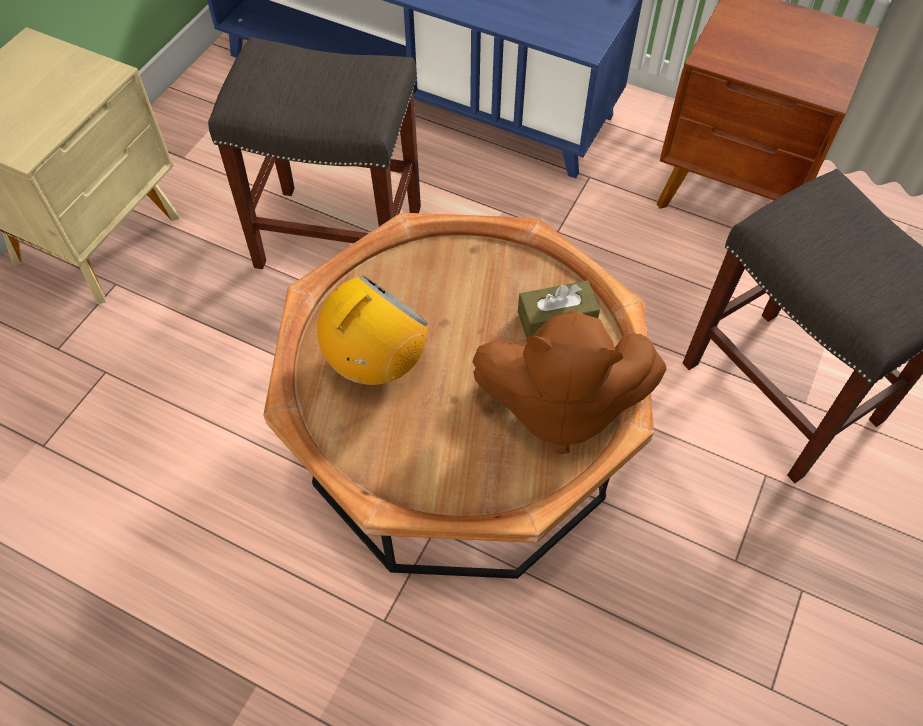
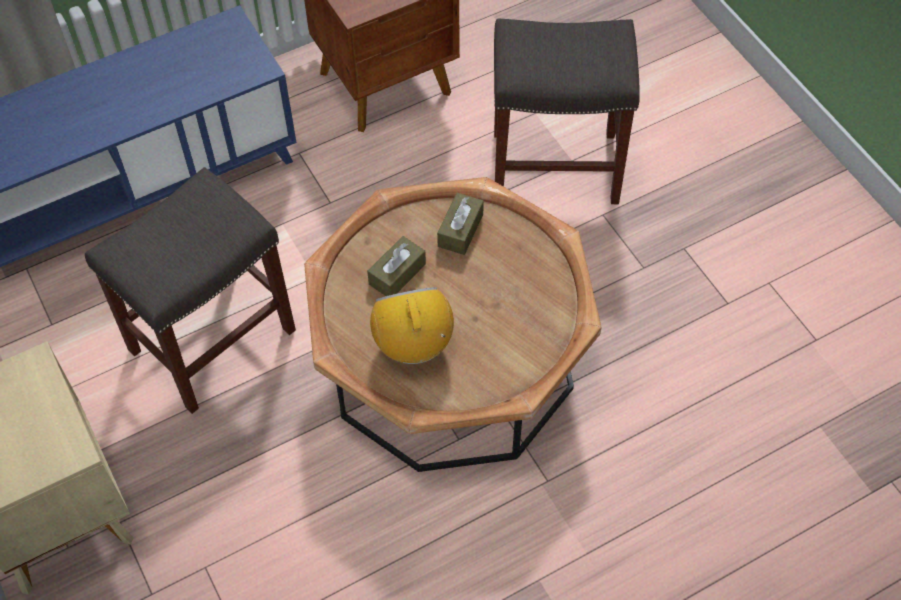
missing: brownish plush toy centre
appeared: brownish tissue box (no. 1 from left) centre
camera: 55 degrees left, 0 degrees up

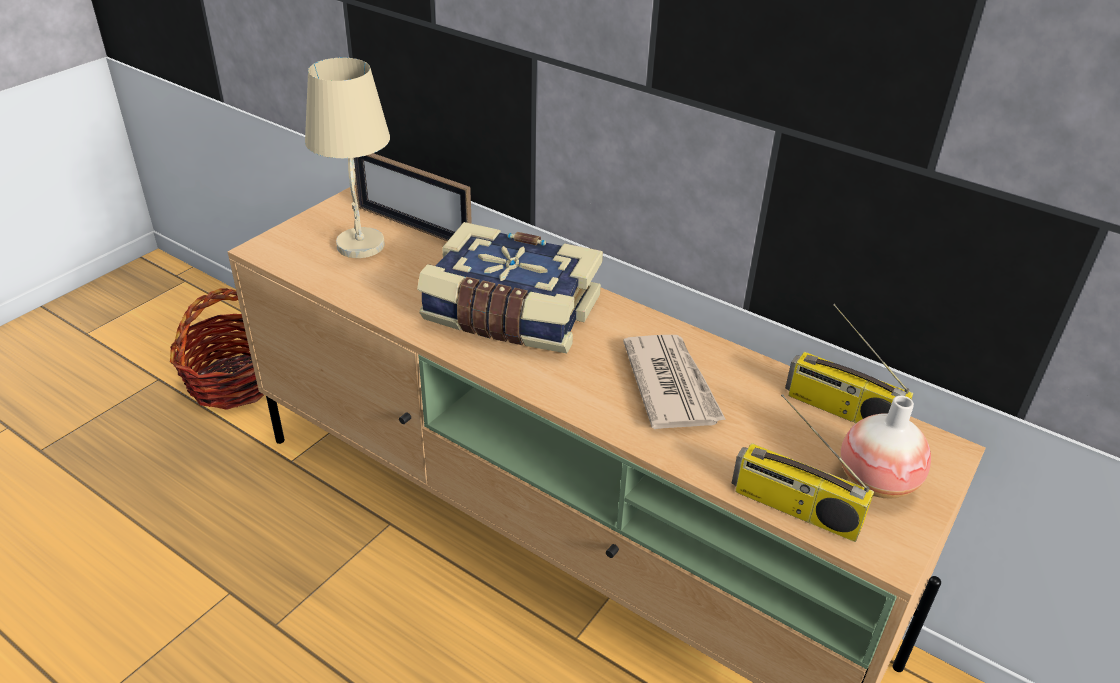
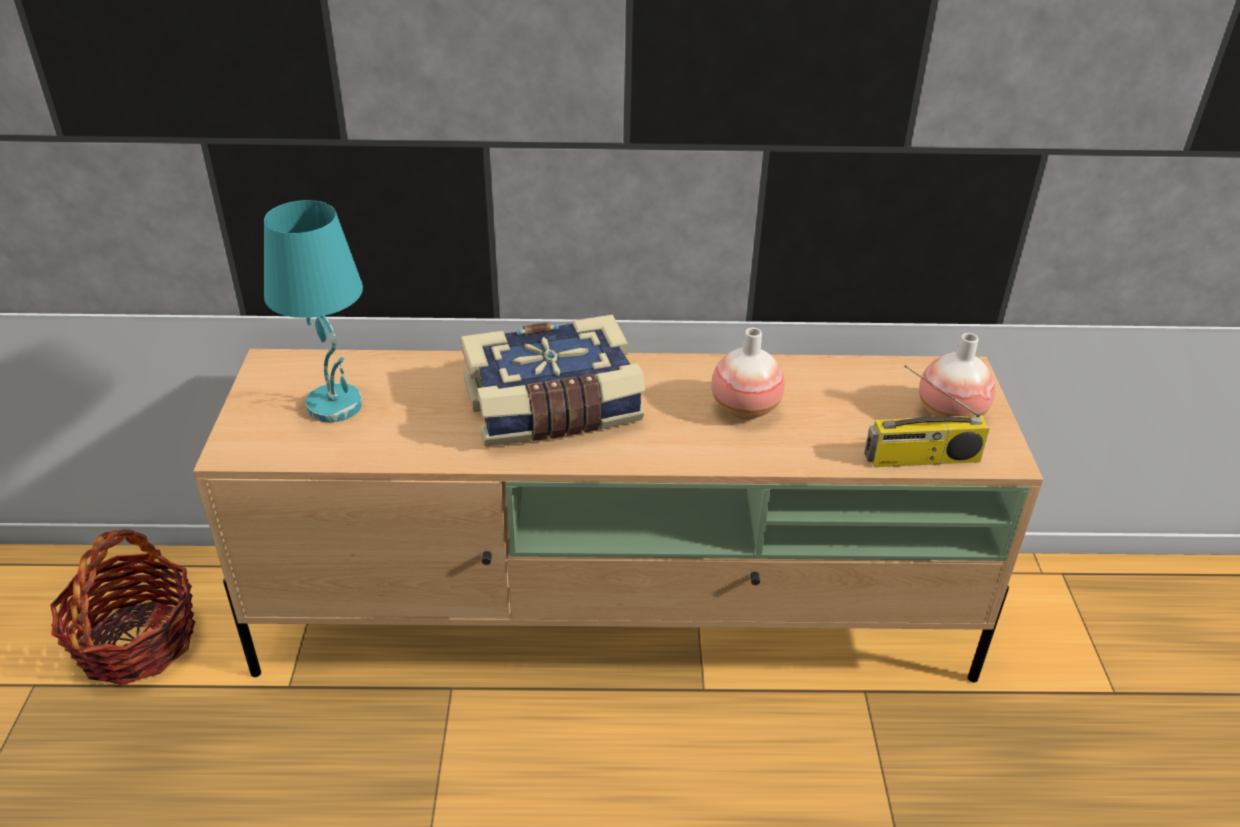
missing: picture frame top centre; radio set (no. 2 from left) middle right
exchanged: newspaper centre to flower vase (no. 1 from left) centre
colour: beige-coloured lamp for a table top left to blue-green lamp for a table middle left
camera: 35 degrees left, 0 degrees up

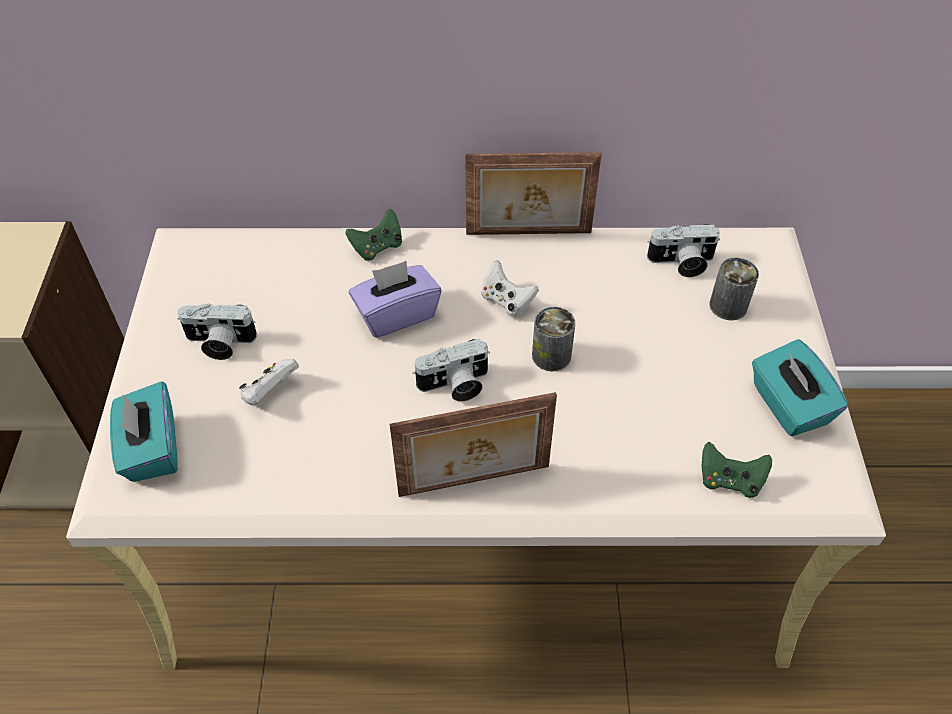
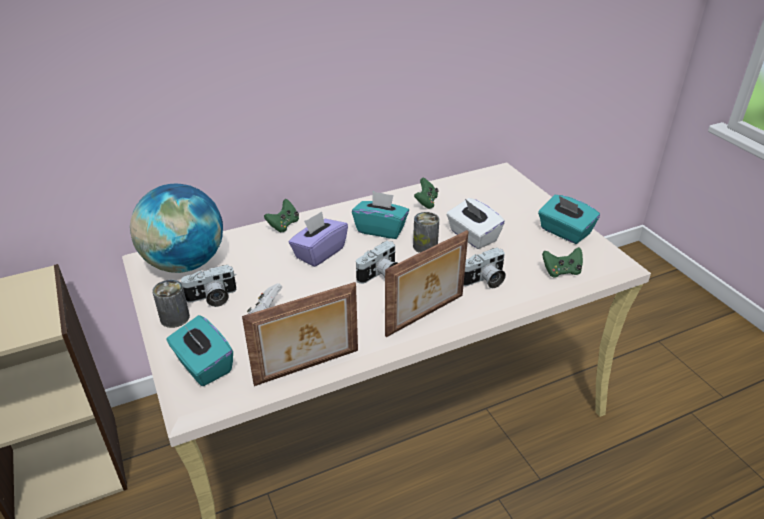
appeared: world globe middle left; greenish game controller (no. 2 from left) centre; whitish tissue box centre
relocated: picture frame (no. 2 from left in the first image) top centre to picture frame (no. 1 from left) centre; photo camera (no. 3 from left) middle right to centre; metal can (no. 2 from left in the first image) middle right to metal can (no. 1 from left) middle left
exchanged: whitish game controller (no. 2 from left) centre to blue-green tissue box (no. 2 from left) centre
camera: 25 degrees left, 15 degrees down

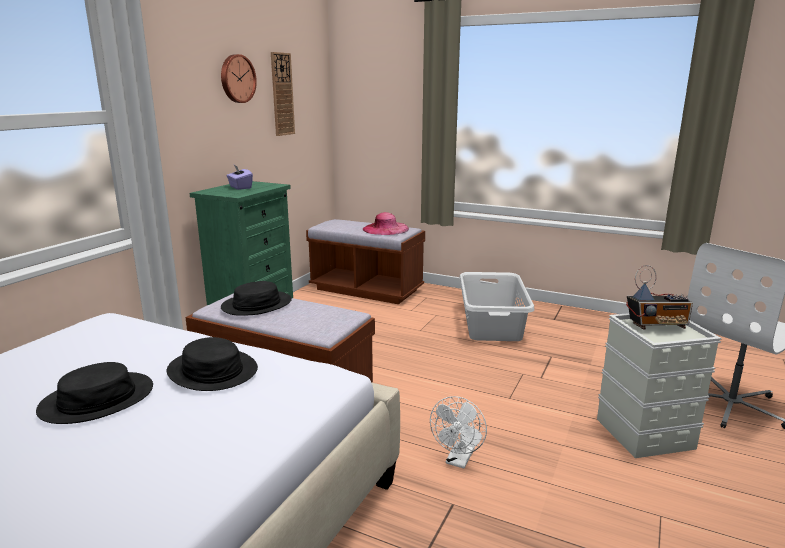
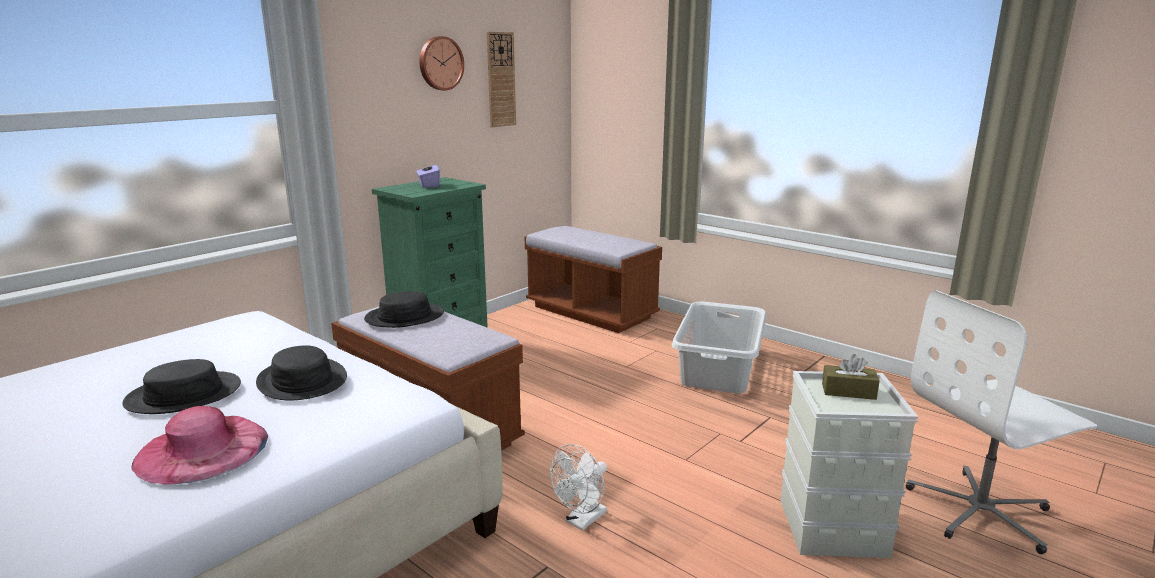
relocated: pink-coloured hat centre to bottom left
exchanged: radio set middle right to brownish tissue box middle right
camera: 15 degrees right, 0 degrees up

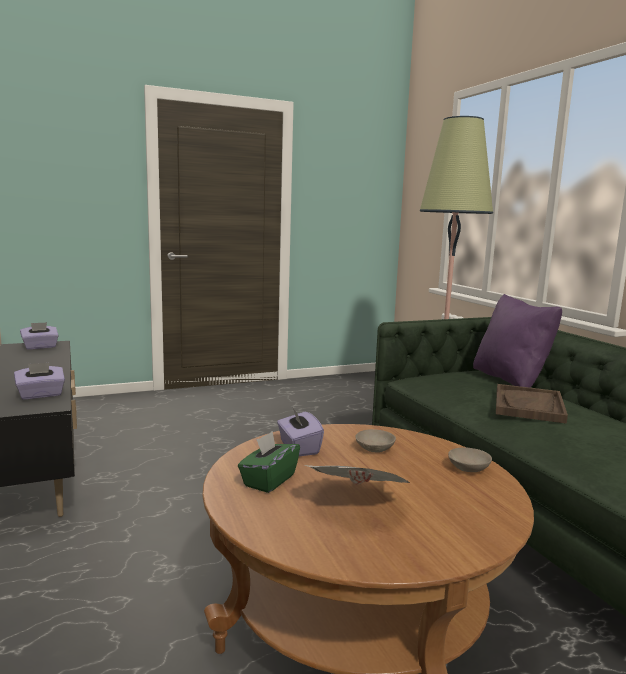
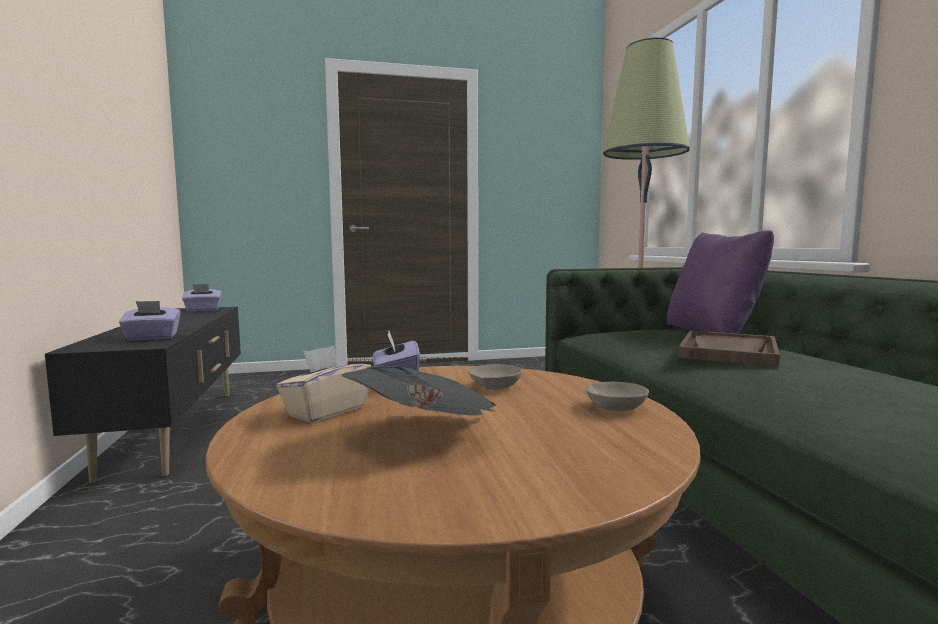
colour: greenish tissue box bottom centre to beige-coloured tissue box centre
camera: 10 degrees right, 5 degrees down

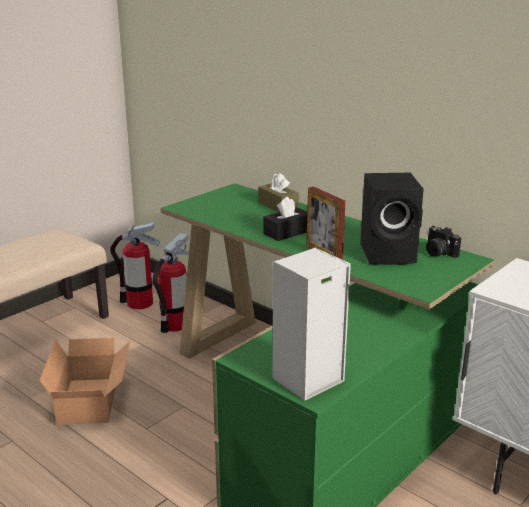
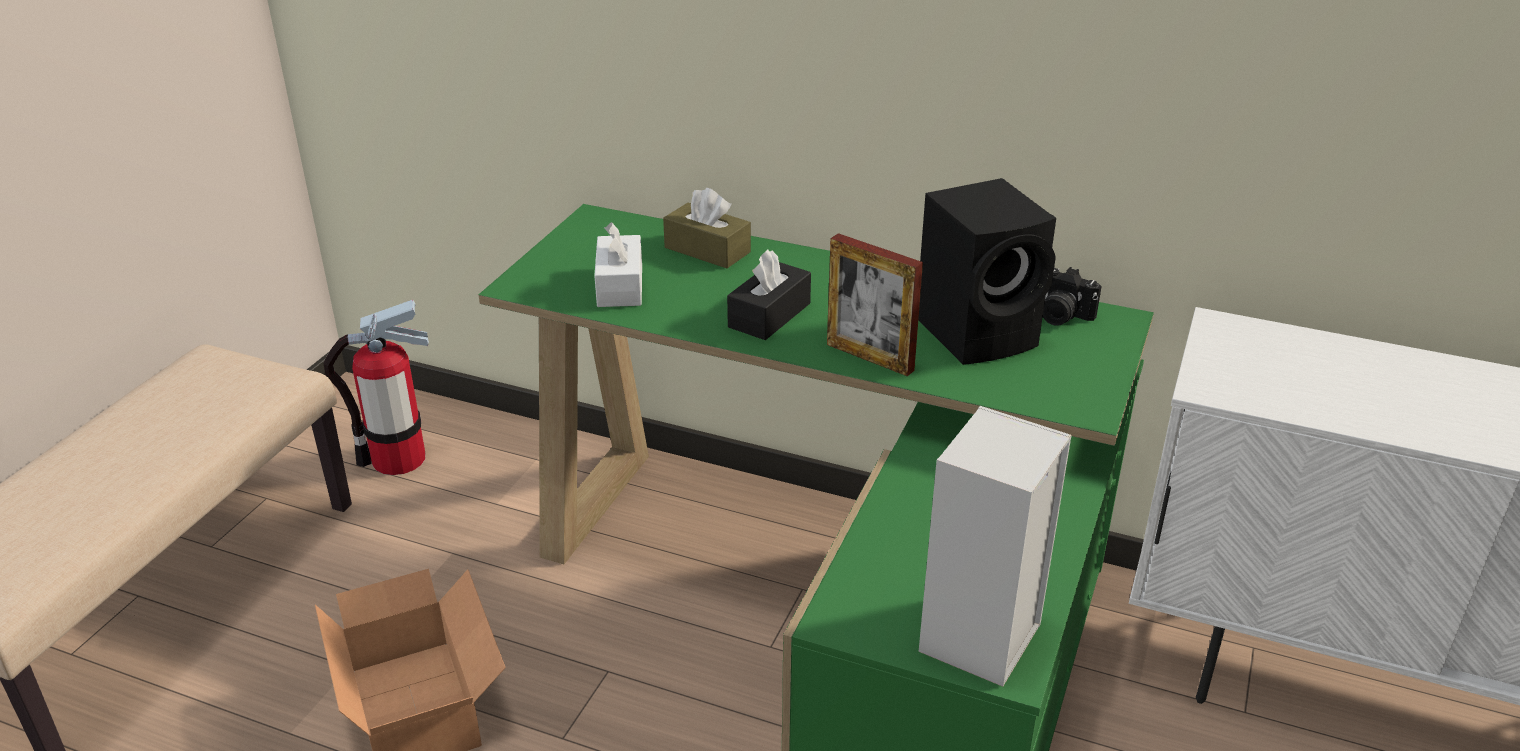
missing: extinguisher (no. 2 from left) middle left
appeared: whitish tissue box centre
camera: 20 degrees left, 10 degrees up

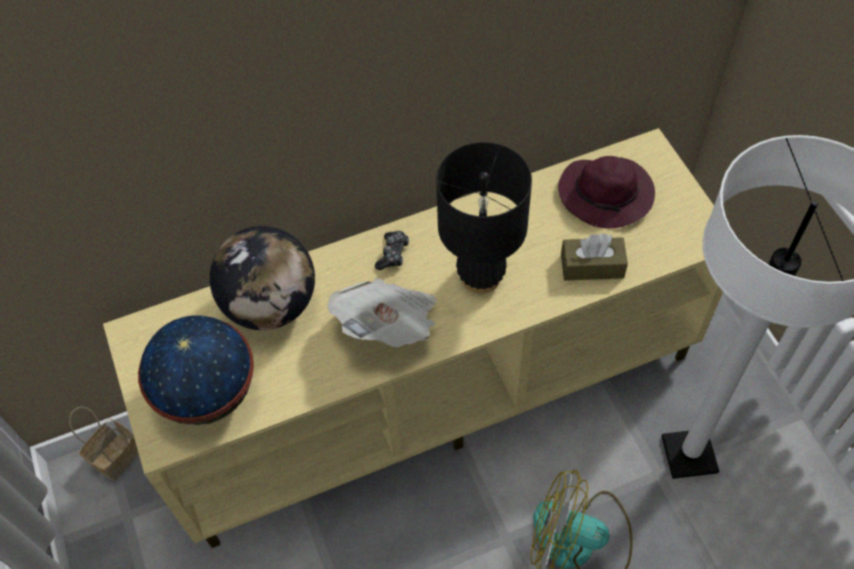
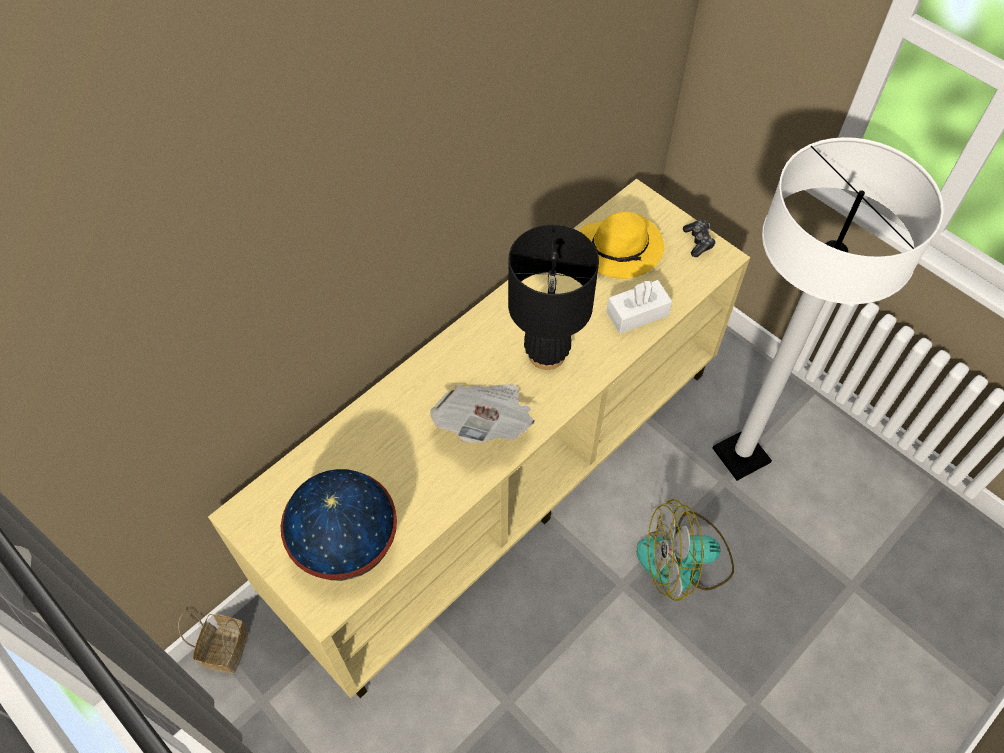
missing: world globe (no. 2 from left) middle left
relocated: game controller centre to top right
colour: purple hat middle right to yellow-coloured hat top centre; brownish tissue box middle right to whitish tissue box centre
camera: 25 degrees left, 0 degrees up

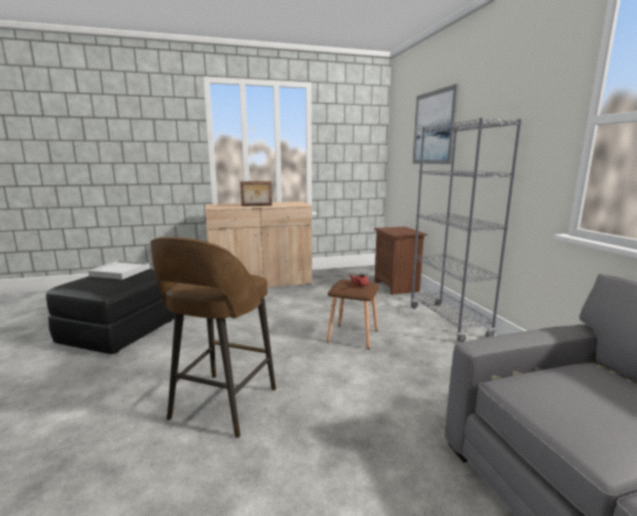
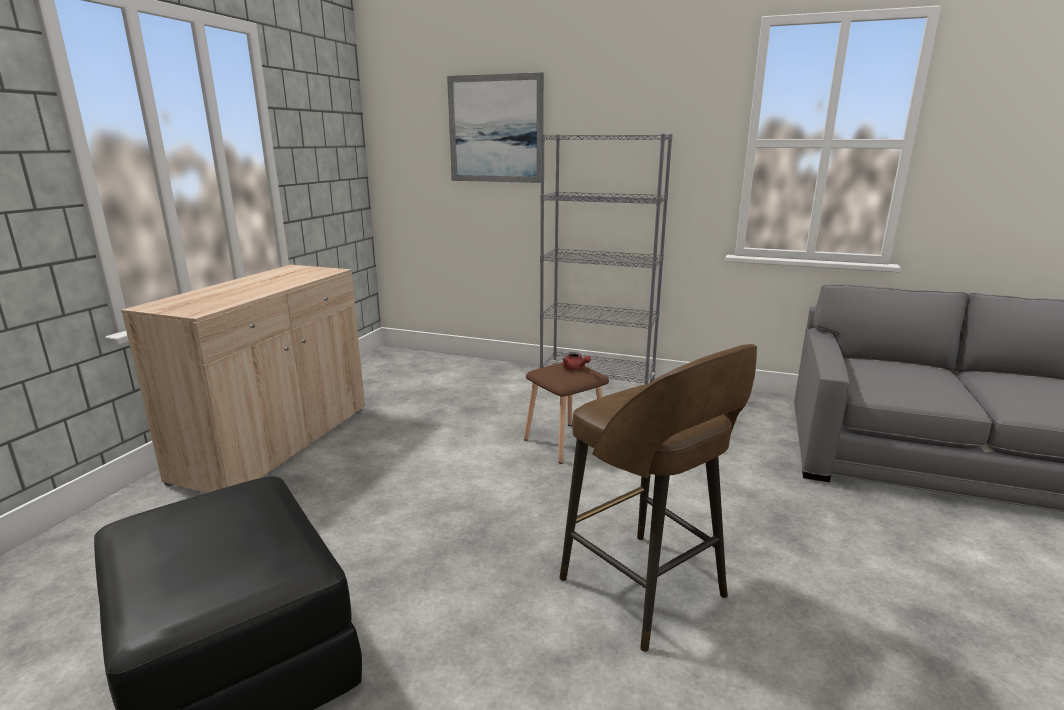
missing: whitish serving tray middle left; picture frame centre; brownish nightstand centre
camera: 55 degrees left, 5 degrees up

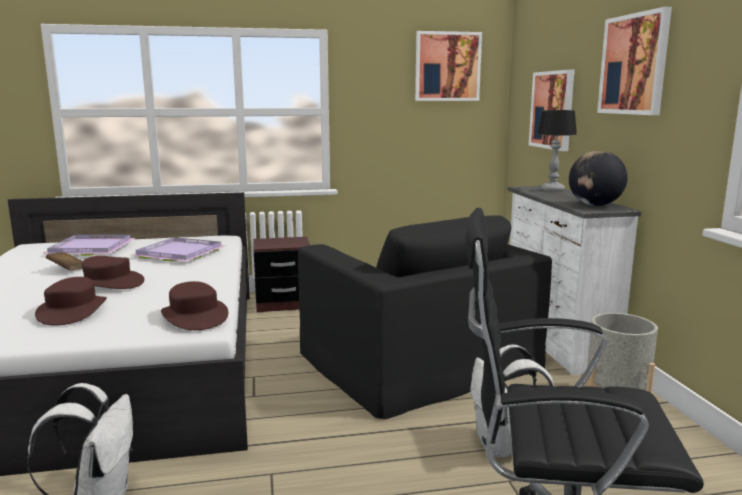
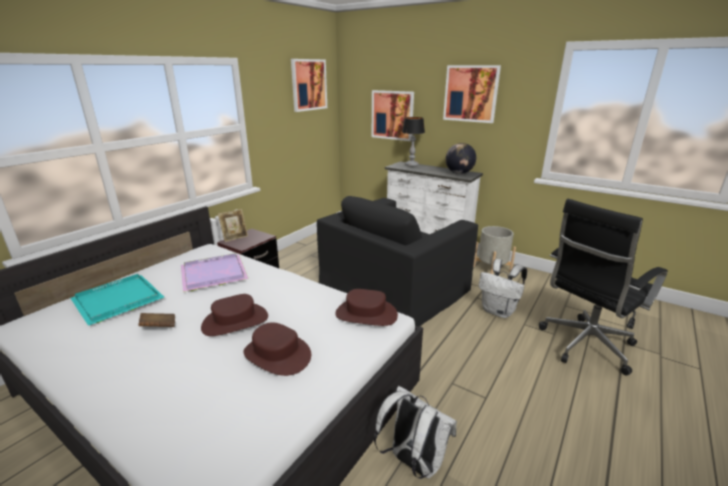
appeared: picture frame middle left
colour: purple serving tray (no. 1 from left) middle left to blue-green serving tray middle left
spun: blackish lounge chair centre = centre 120 degrees clockwise
camera: 45 degrees left, 10 degrees up

